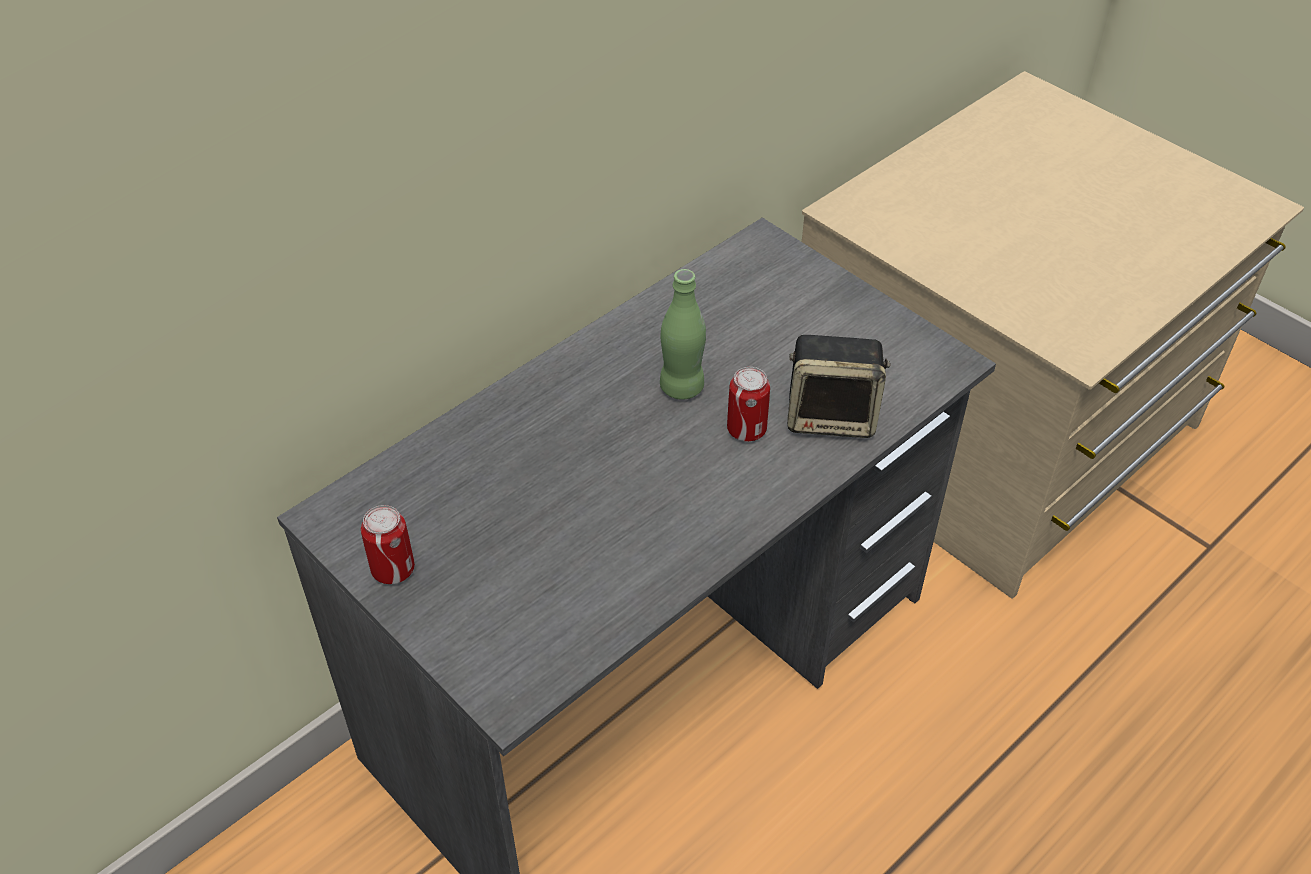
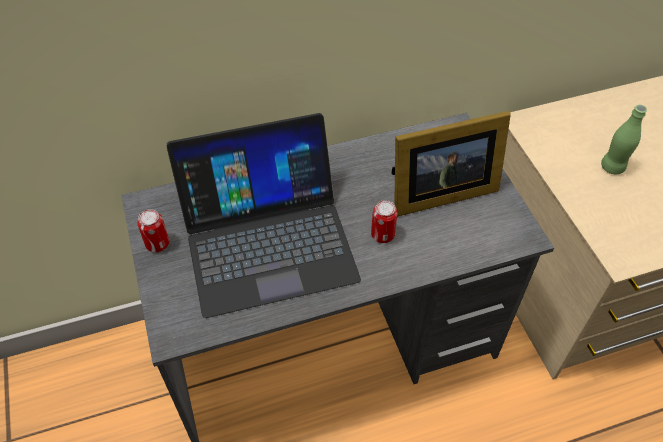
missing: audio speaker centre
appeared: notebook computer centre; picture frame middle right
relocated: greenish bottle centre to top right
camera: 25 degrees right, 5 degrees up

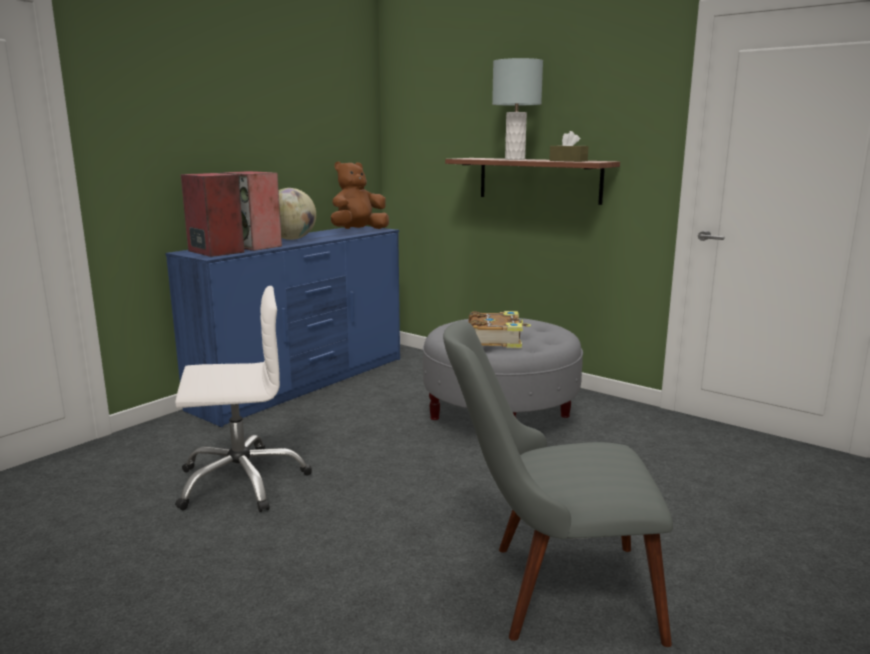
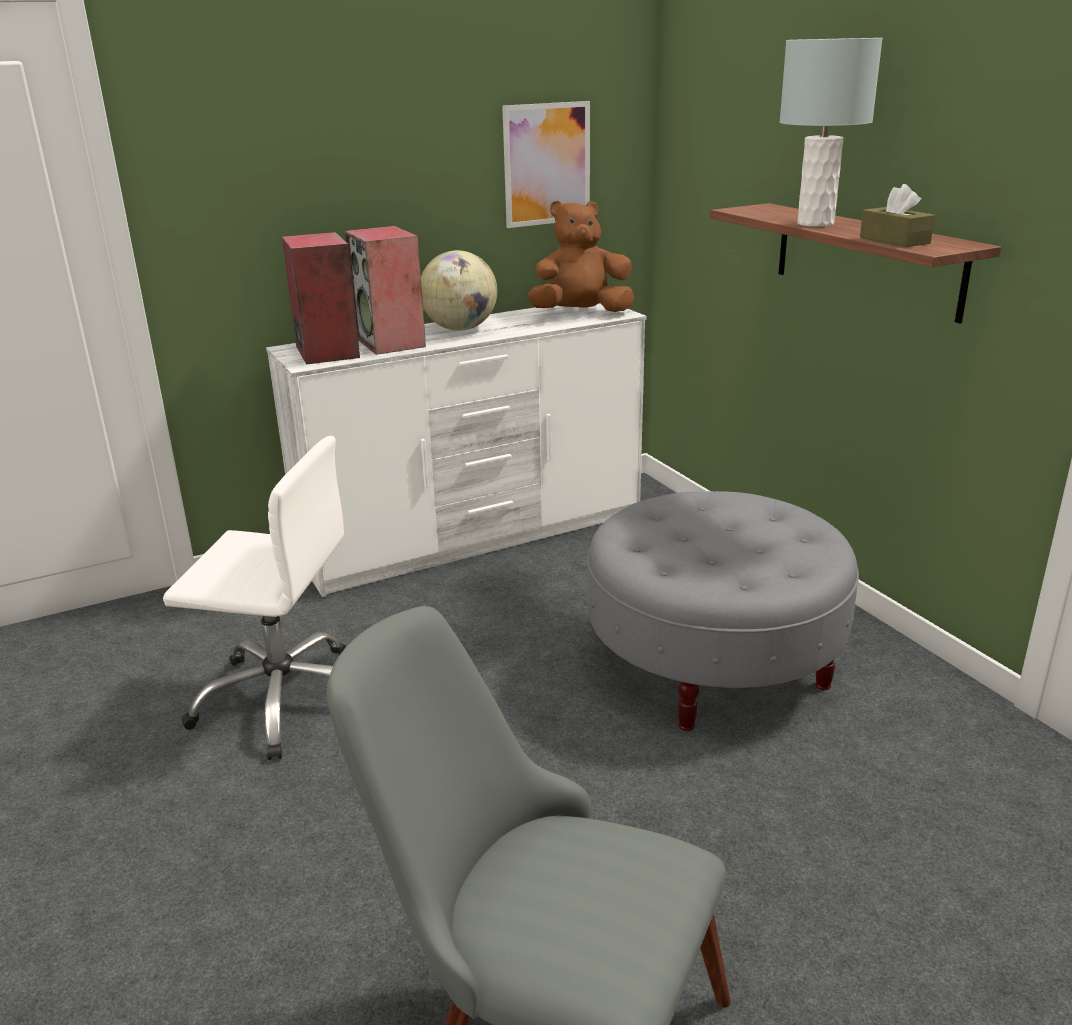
missing: bound book centre
appeared: wall art top centre
colour: blue drawer chest middle left to whitish drawer chest centre
camera: 25 degrees right, 10 degrees up

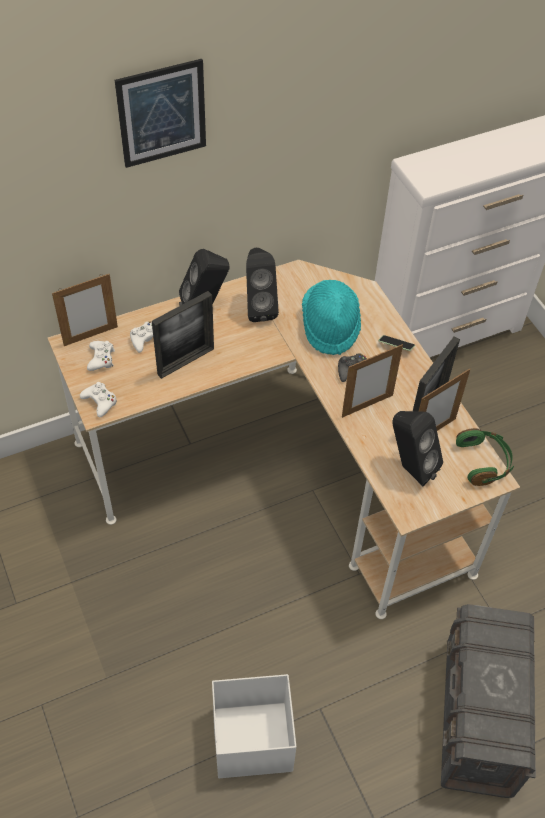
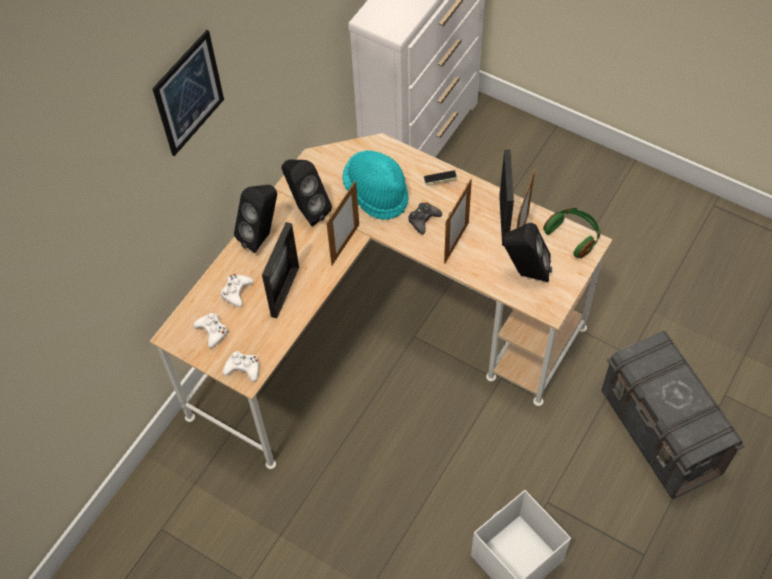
relocated: picture frame (no. 1 from left in the first image) middle left to picture frame (no. 2 from left) centre
camera: 30 degrees left, 5 degrees up

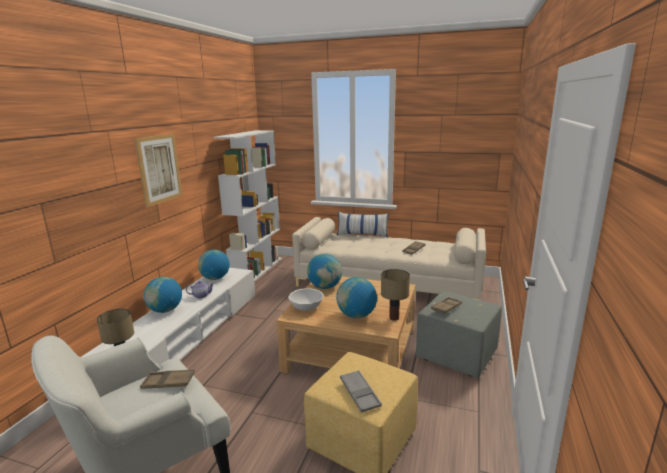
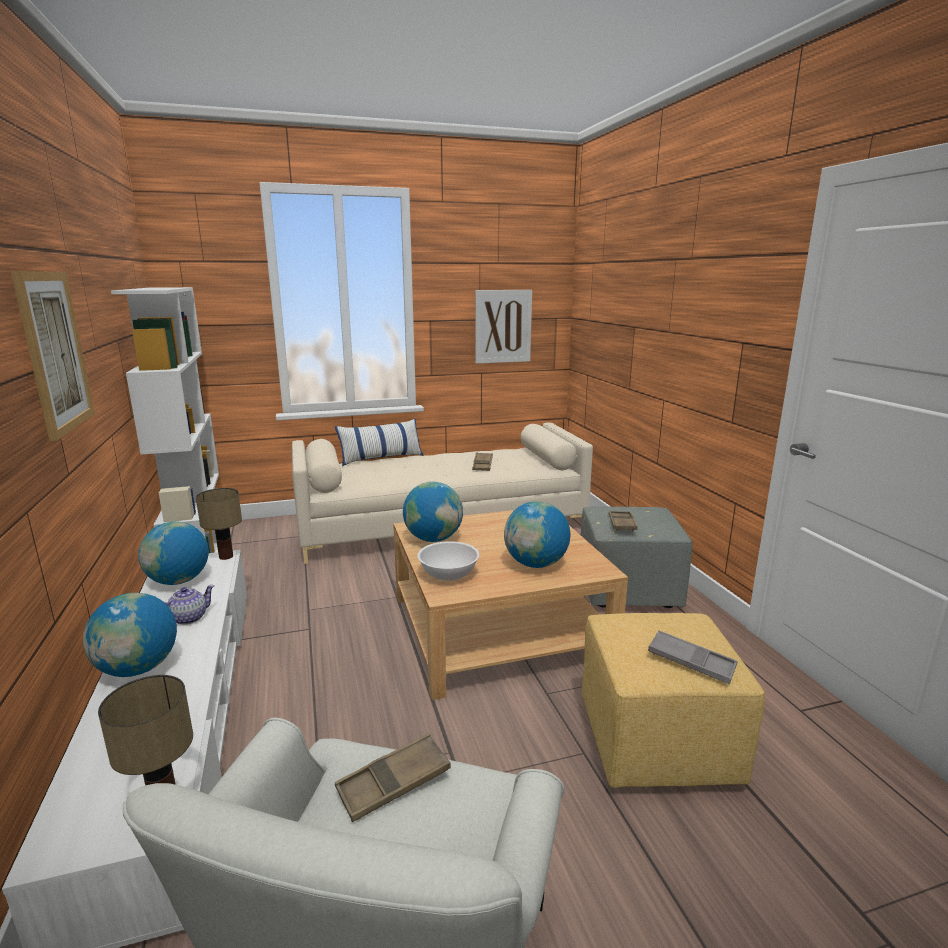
appeared: wall art (no. 2 from left) centre
relocated: lamp for a table (no. 2 from left) centre to middle left
camera: 35 degrees left, 0 degrees up

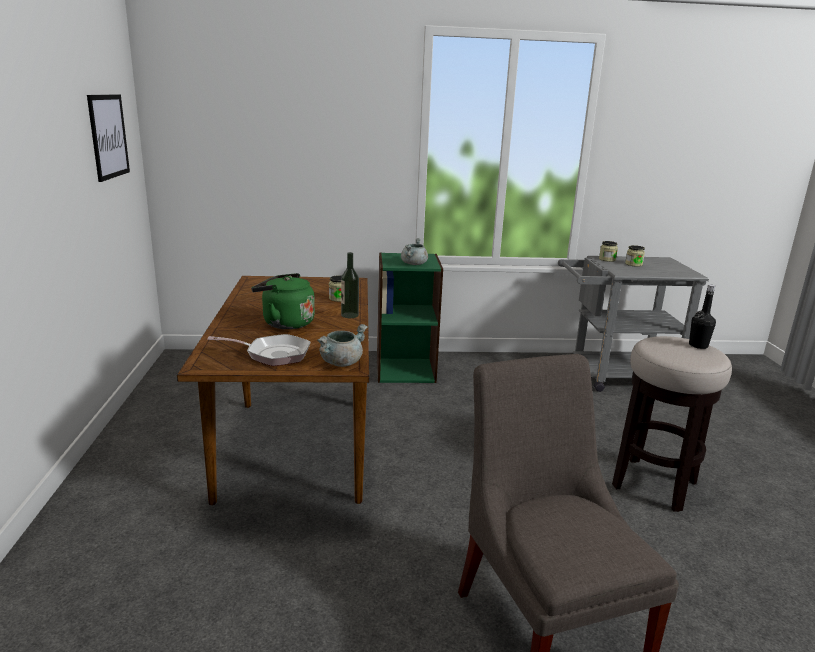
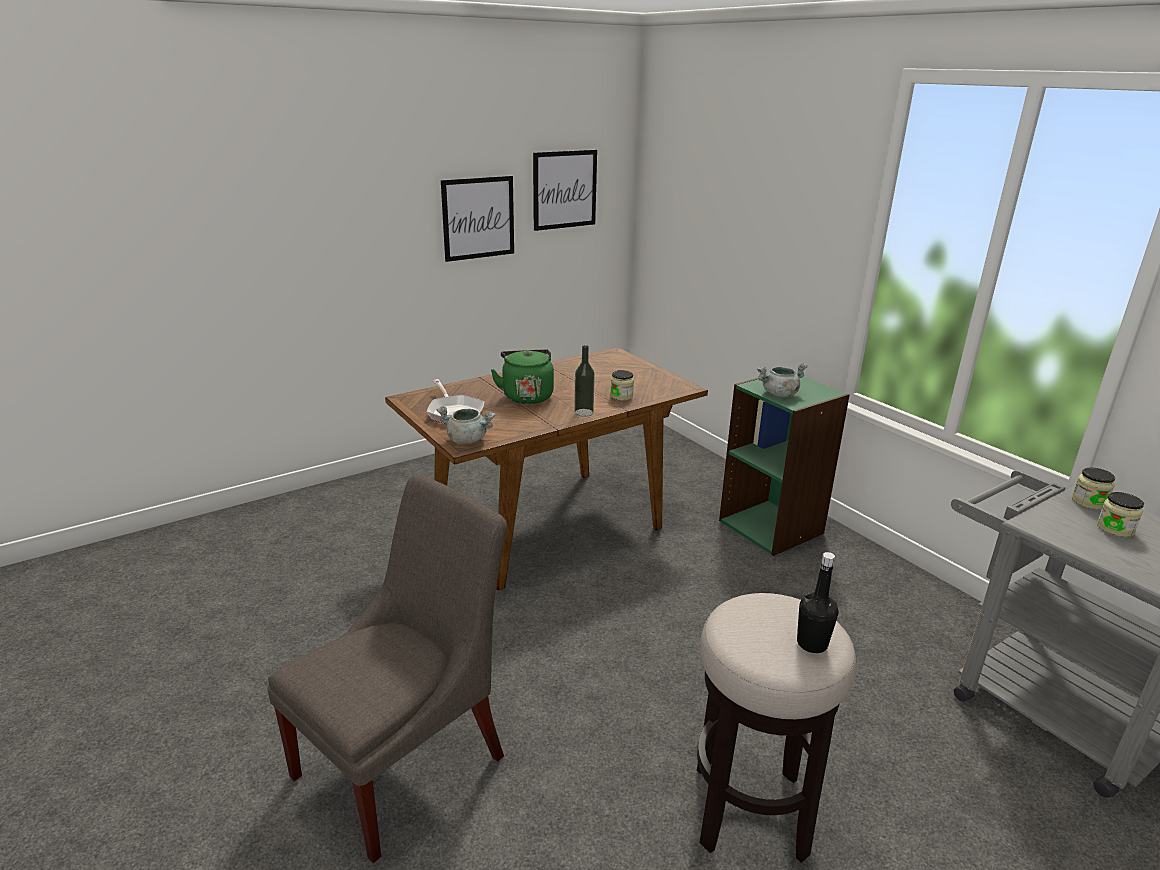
appeared: wall art (no. 1 from left) top centre
camera: 60 degrees right, 5 degrees up

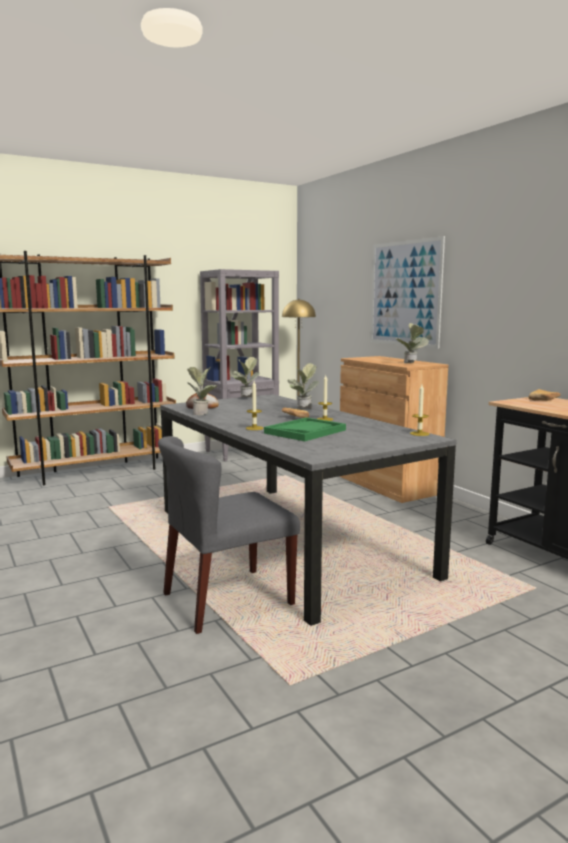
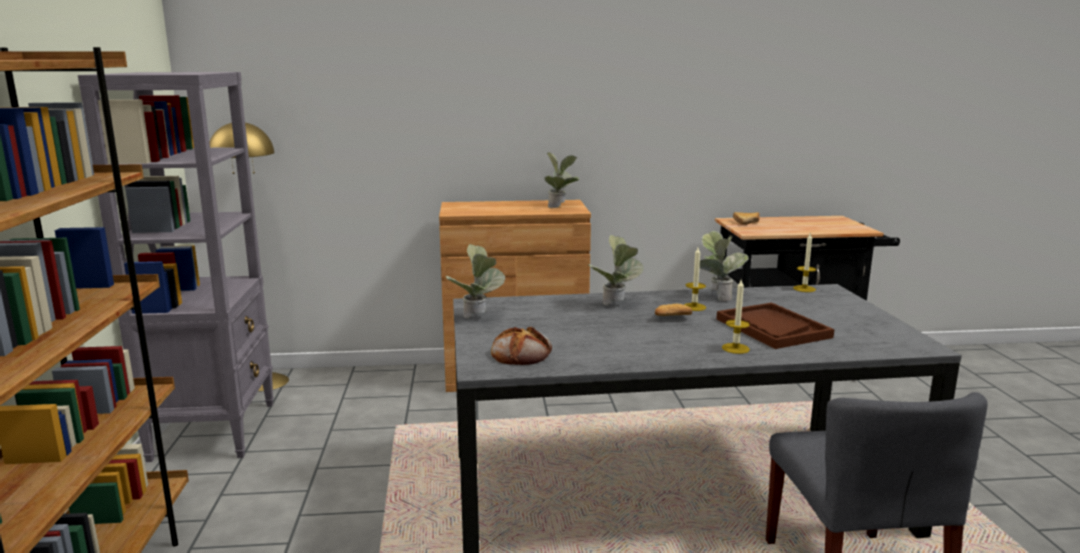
missing: wall art middle right
relocated: plant in a pot (no. 1 from left in the first image) centre to plant in a pot (no. 4 from left) middle right
colour: greenish serving tray centre to brownish serving tray middle right
camera: 65 degrees left, 5 degrees up

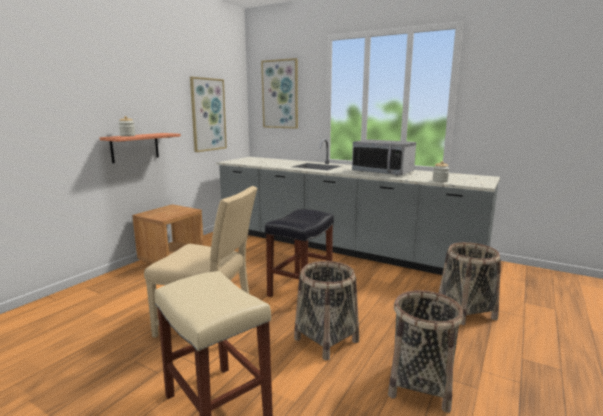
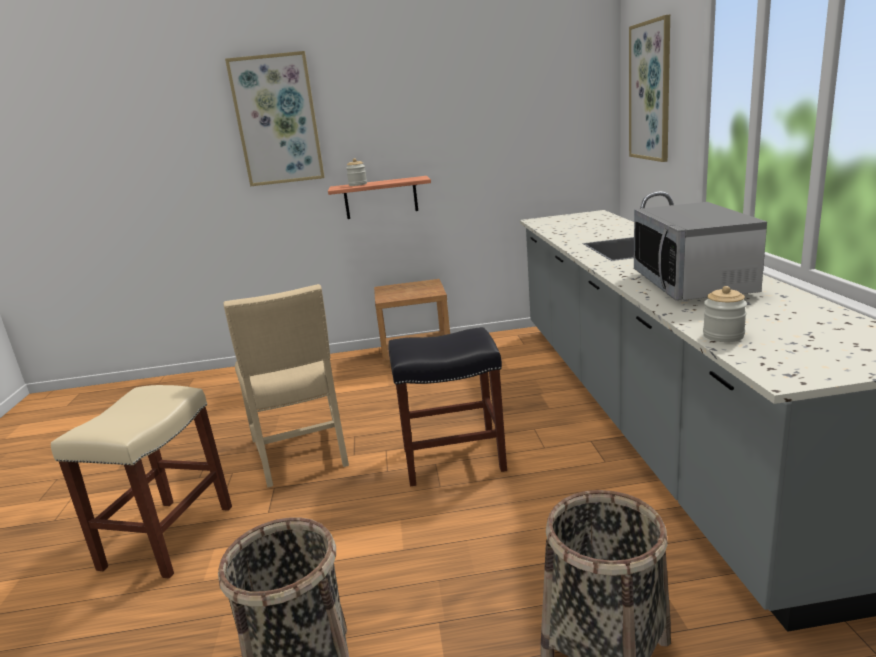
missing: basket (no. 1 from left) bottom centre
relocated: wall art (no. 1 from left) top centre to top left
camera: 55 degrees right, 5 degrees up

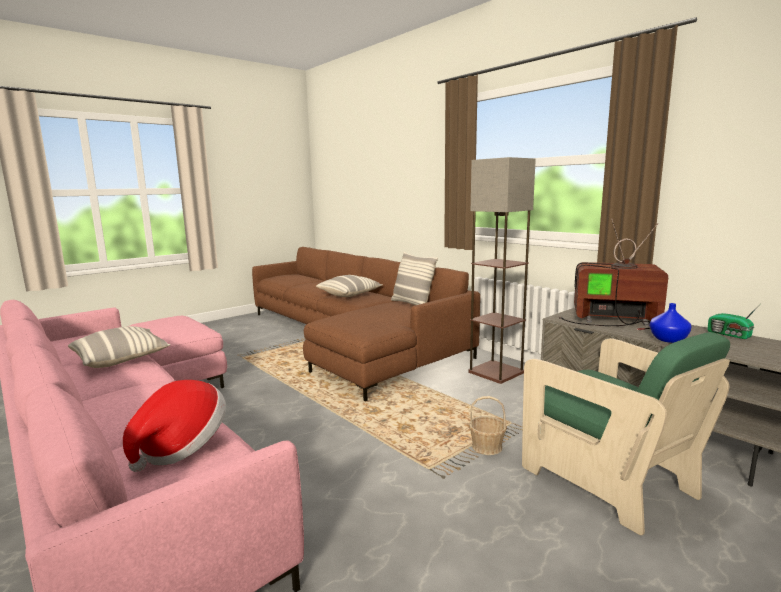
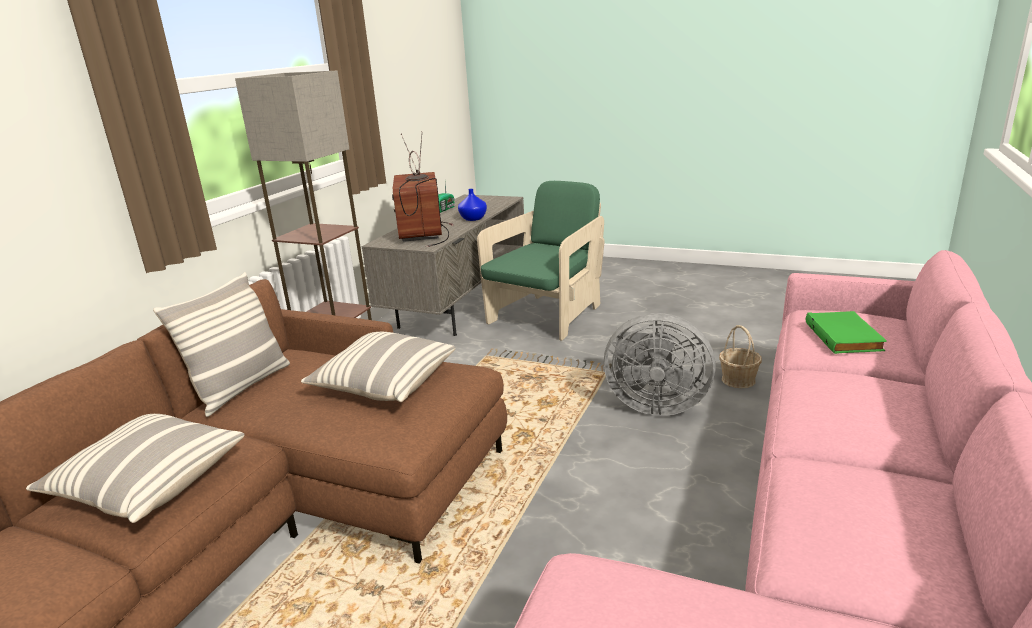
appeared: greyish fan centre
relocated: pillow (no. 1 from left in the first image) middle left to pillow (no. 3 from left) centre; basket bottom centre to middle right
exchanged: hat bottom left to greenish bound book middle right
camera: 115 degrees left, 10 degrees up

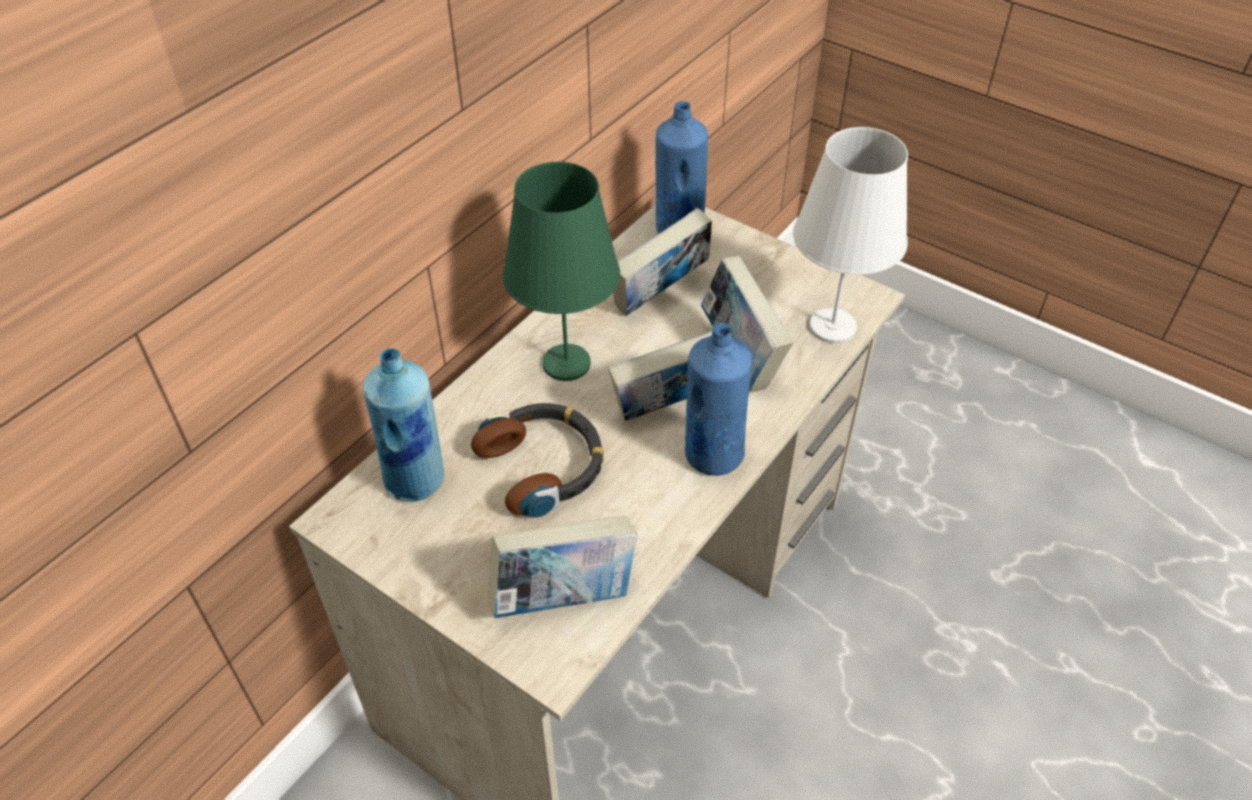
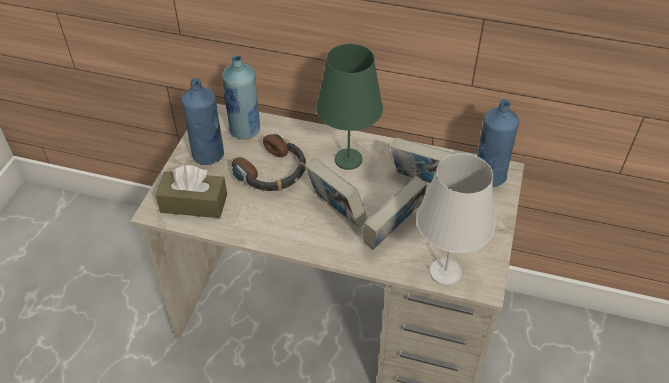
relocated: blue bottle (no. 3 from left in the first image) centre to blue bottle (no. 1 from left) top left
exchanged: bound book (no. 1 from left) bottom centre to brownish tissue box middle left
camera: 70 degrees right, 0 degrees up

